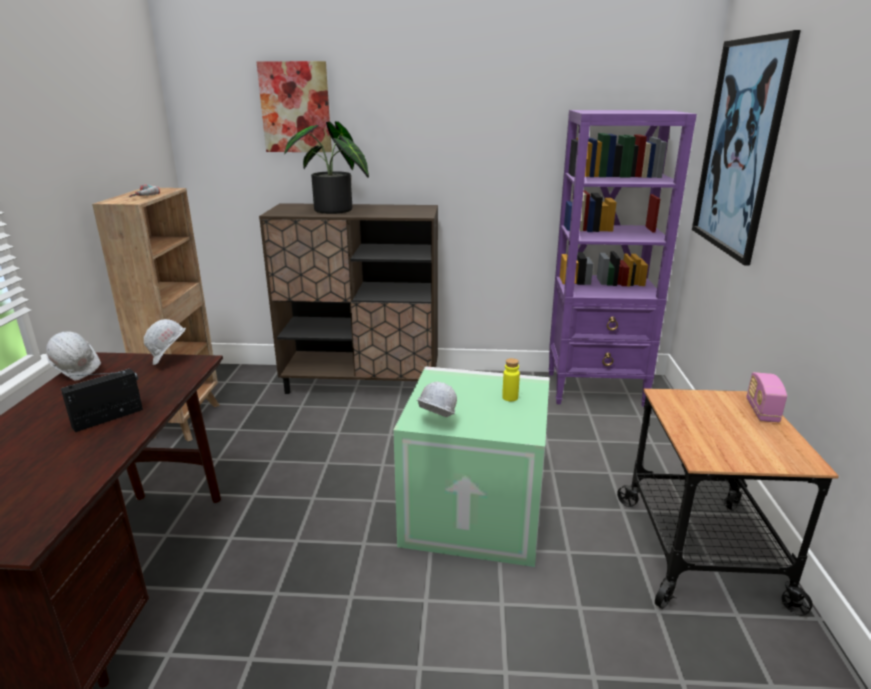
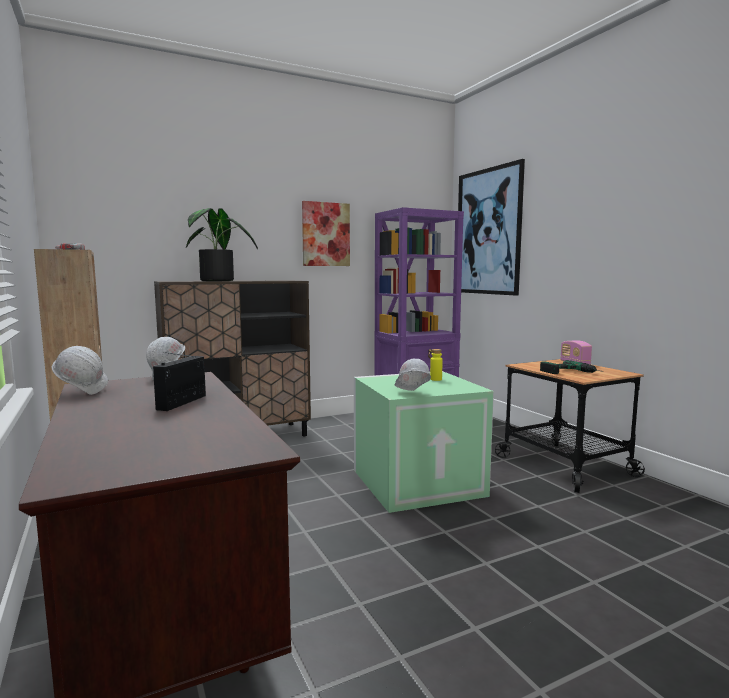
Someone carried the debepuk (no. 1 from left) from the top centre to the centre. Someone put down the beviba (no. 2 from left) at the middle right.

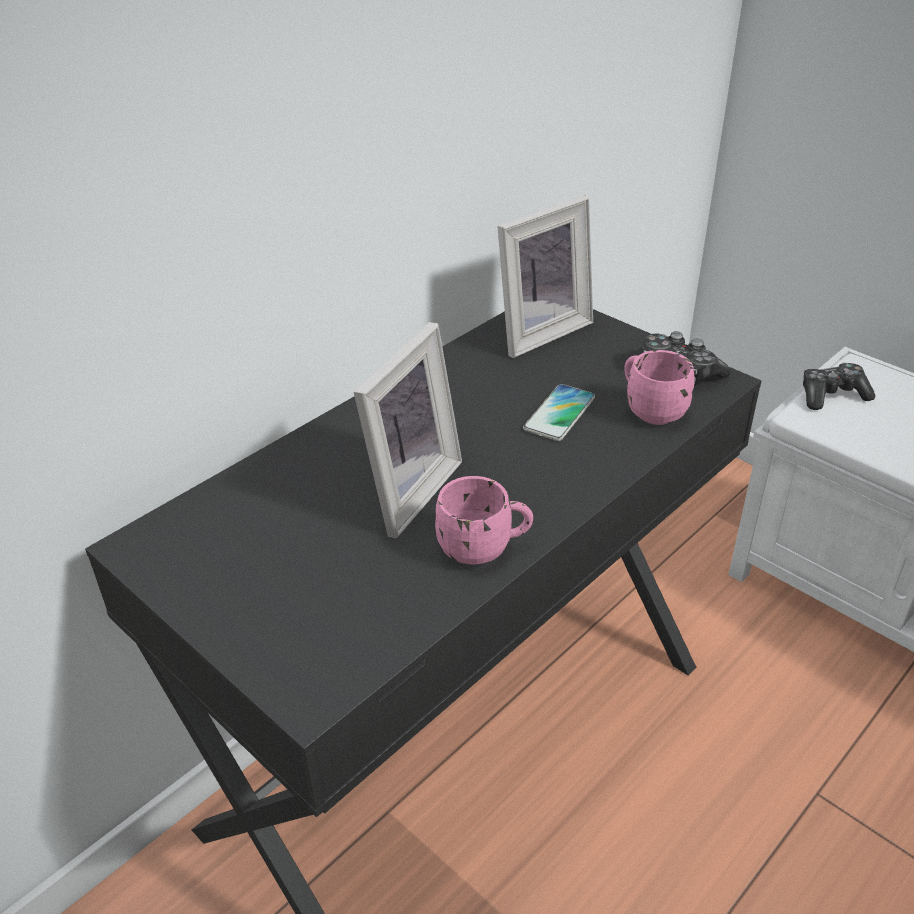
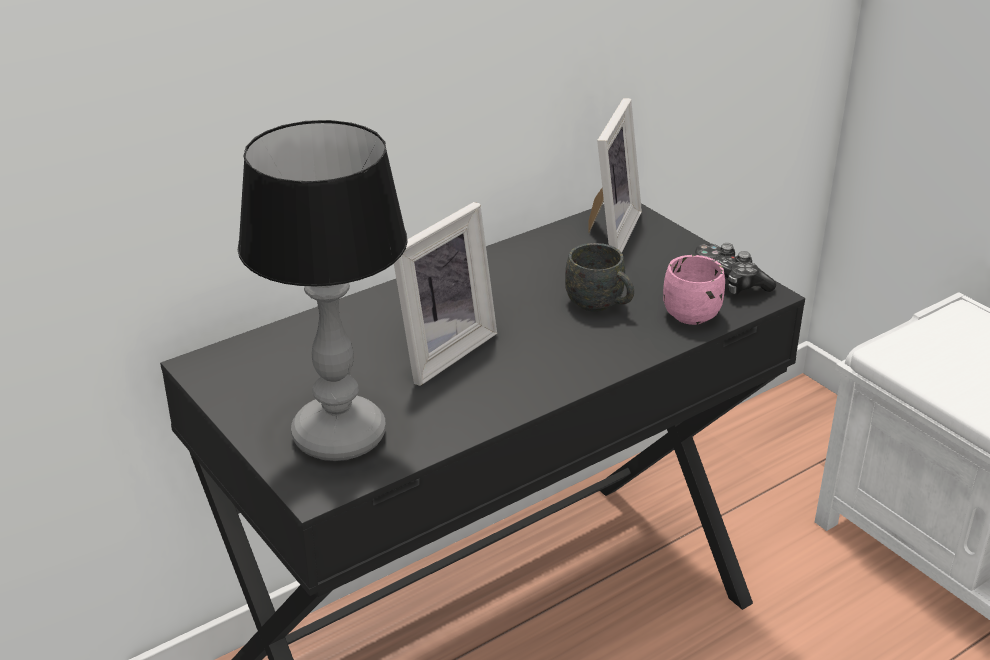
Someone rotated the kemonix (no. 2 from left) at the top centre by 45 degrees counterclockwise. Someone took away the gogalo (no. 2 from left) at the middle right. Someone swapped the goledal at the centre for the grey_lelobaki at the centre. Someone took away the pink_lelobaki (no. 1 from left) at the centre. Someone put down the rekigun at the middle left.

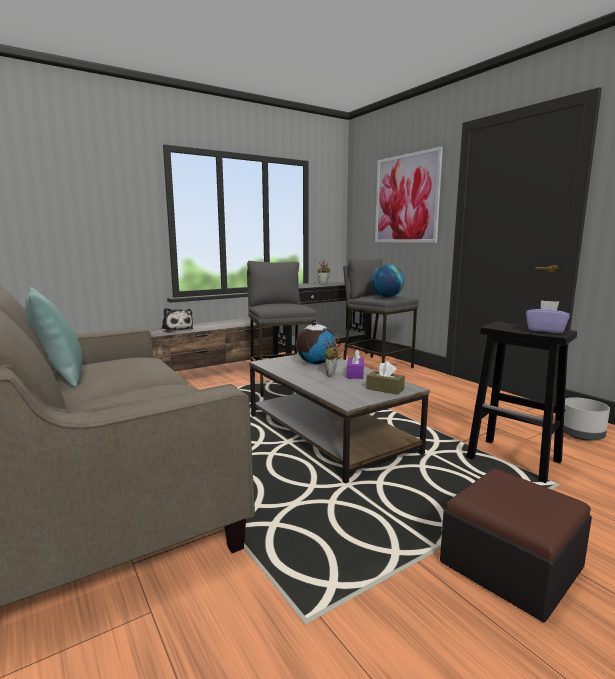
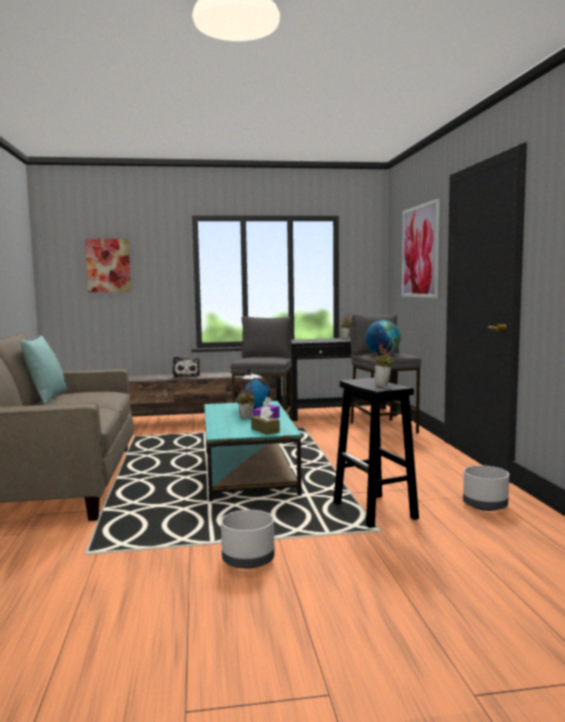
Someone swapped the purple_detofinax (no. 2 from left) at the middle right for the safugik (no. 3 from left) at the middle right. Someone repainted the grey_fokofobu at the centre, which became the turquoise_fokofobu at the centre. Someone swapped the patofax at the bottom right for the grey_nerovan (no. 1 from left) at the bottom centre. Someone put up the debepuk (no. 1 from left) at the middle left.

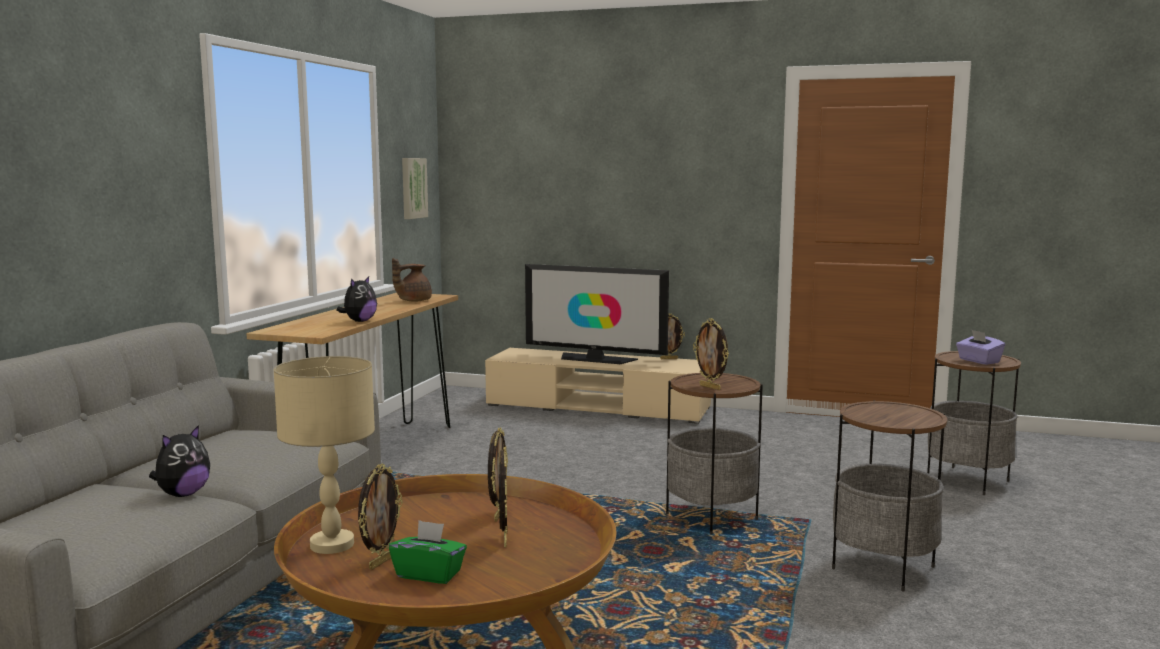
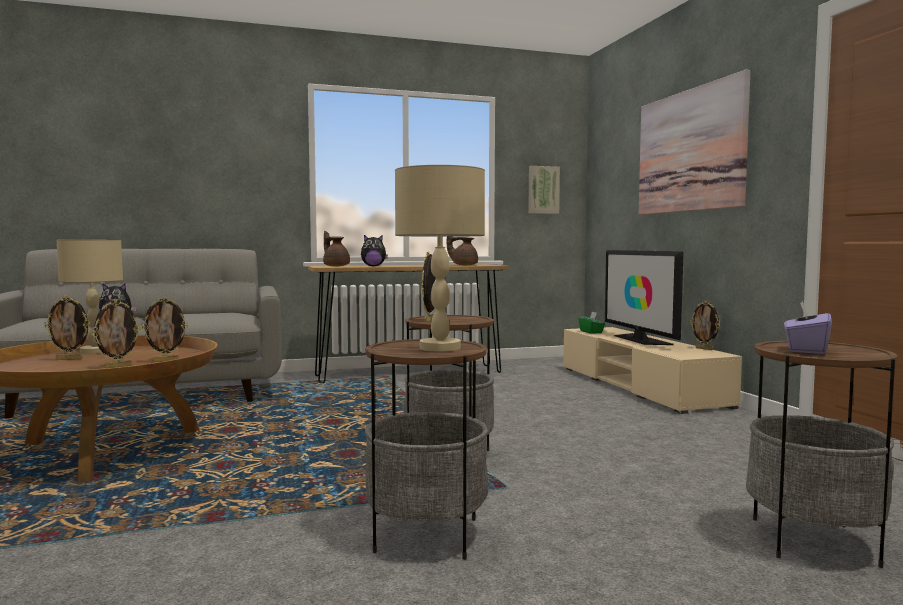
Someone carried the green_detofinax from the bottom centre to the centre. Someone put up the debepuk (no. 2 from left) at the top right. Someone put down the beige_rekigun (no. 2 from left) at the centre. Someone put down the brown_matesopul (no. 1 from left) at the centre.

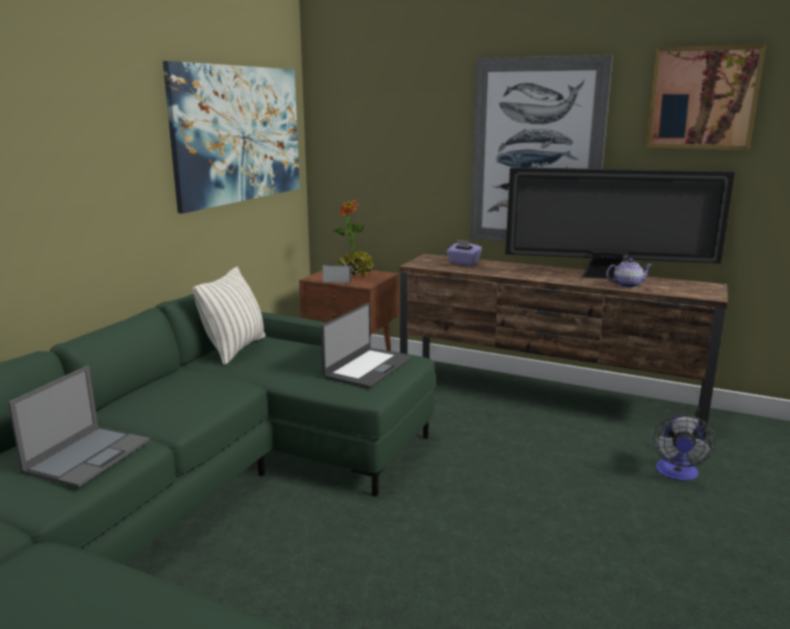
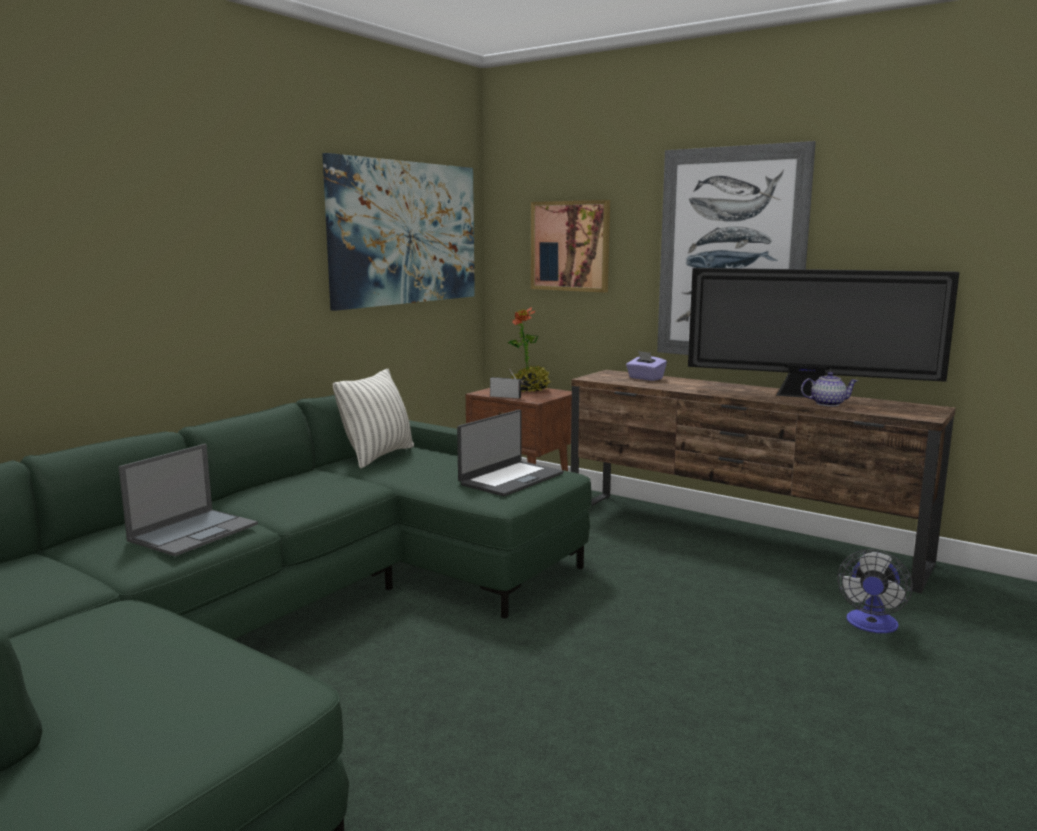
Someone carried the debepuk (no. 3 from left in the first image) from the top right to the top centre.

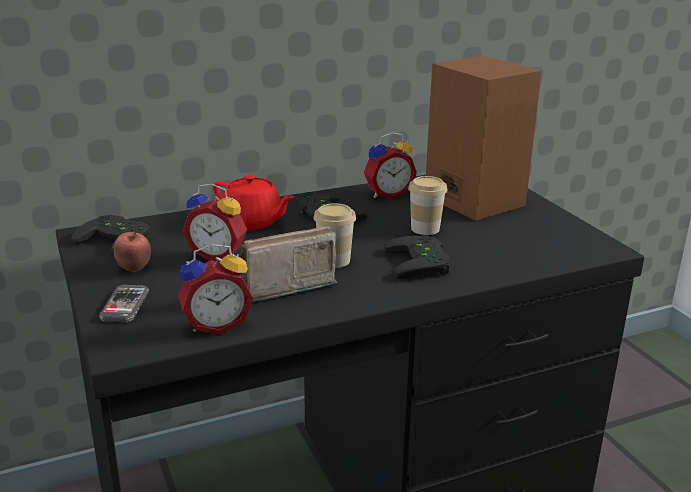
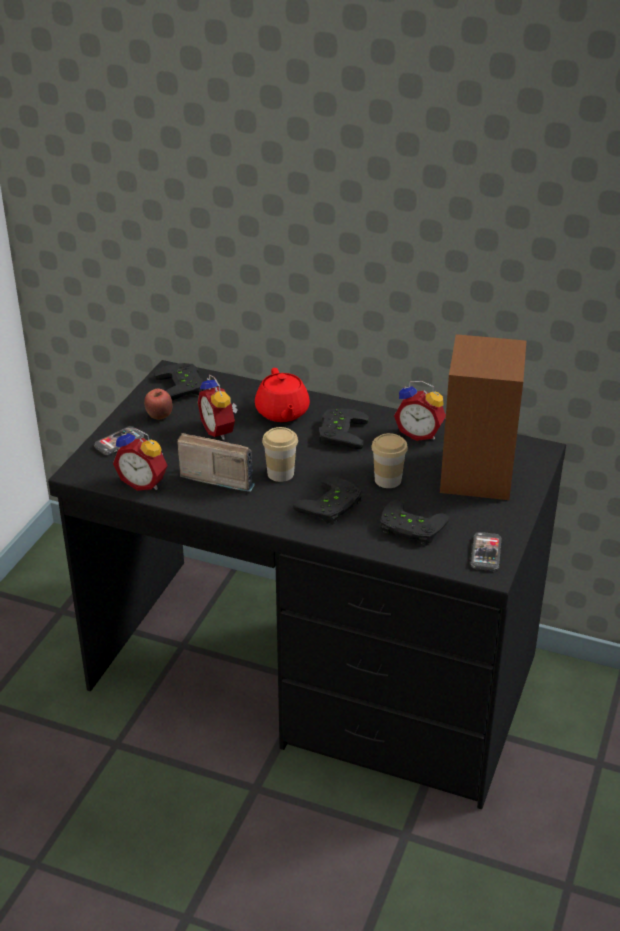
Someone put down the black_gogalo (no. 4 from left) at the middle right. Someone put down the goledal (no. 2 from left) at the middle right.

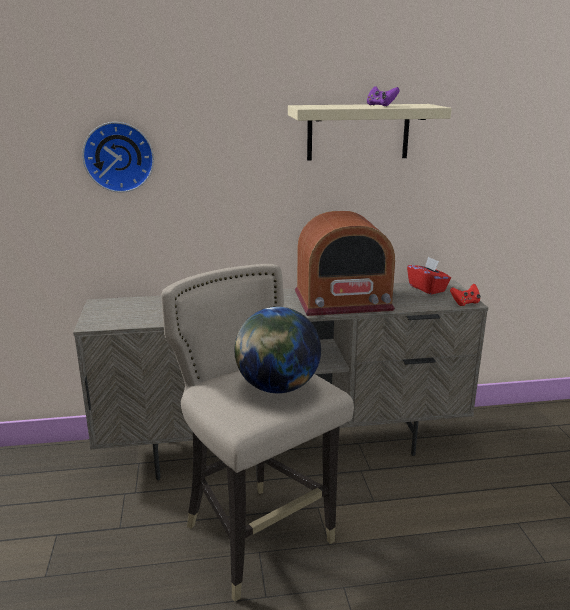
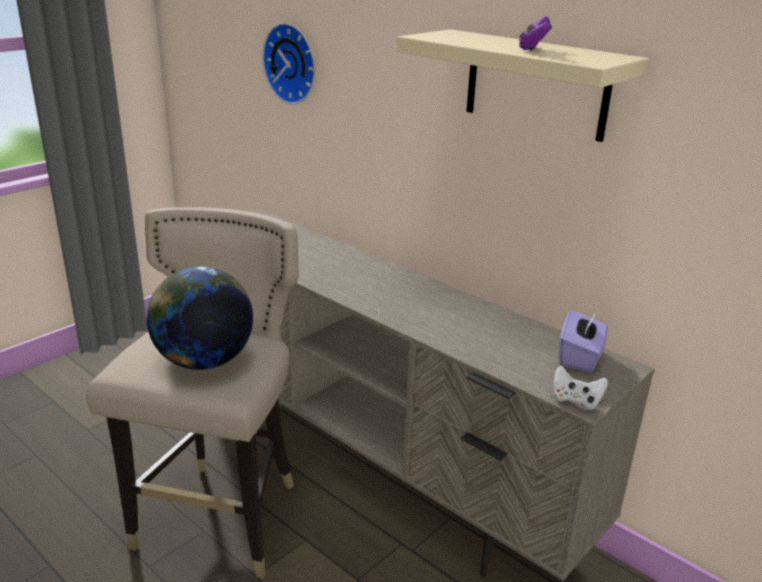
Someone took away the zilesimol at the centre. Someone repainted the red_detofinax at the middle right, which became the purple_detofinax at the middle right. Someone repainted the red_gogalo at the middle right, which became the white_gogalo at the middle right.

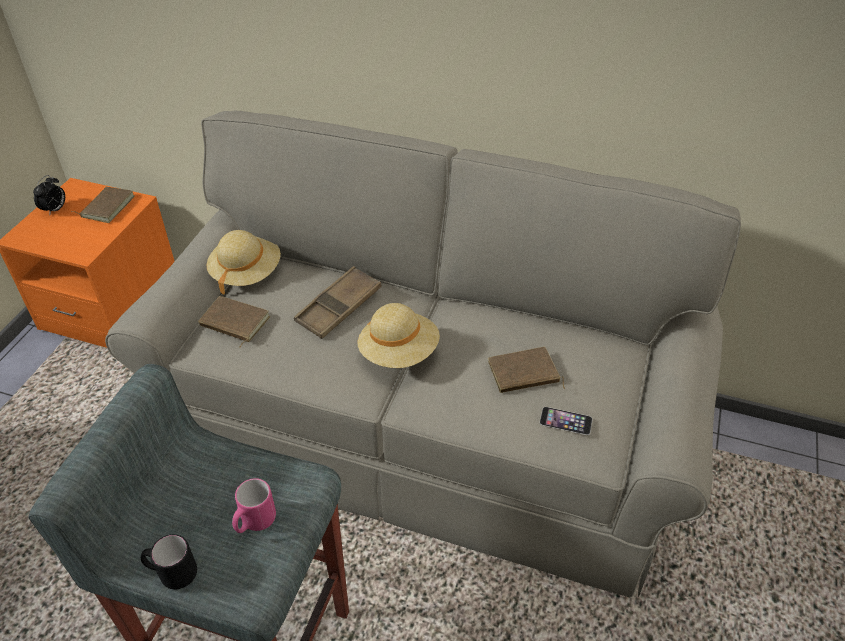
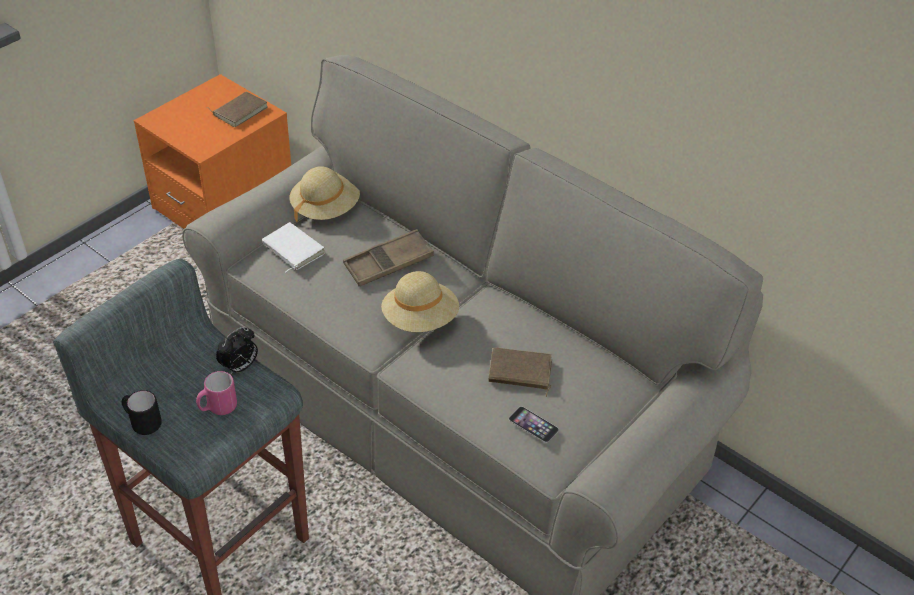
Someone carried the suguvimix from the top left to the middle left. Someone repainted the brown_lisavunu (no. 2 from left) at the middle left, which became the white_lisavunu at the middle left.

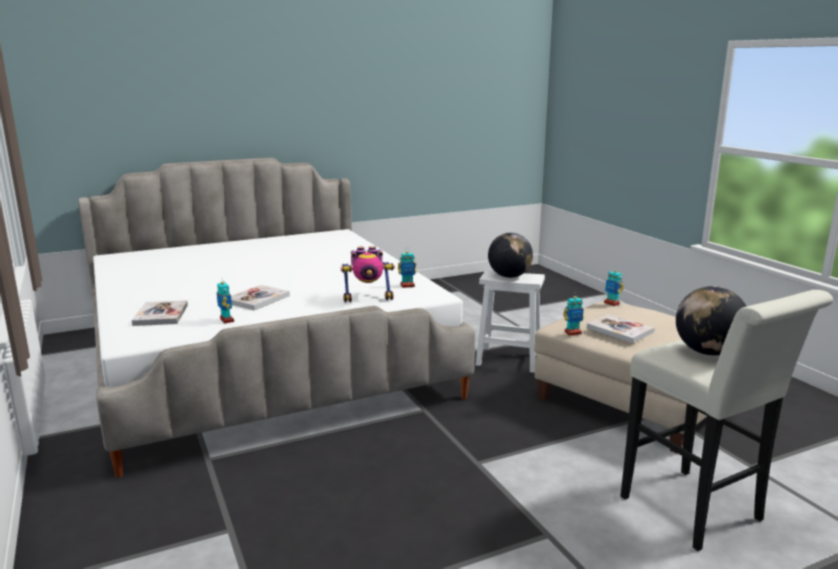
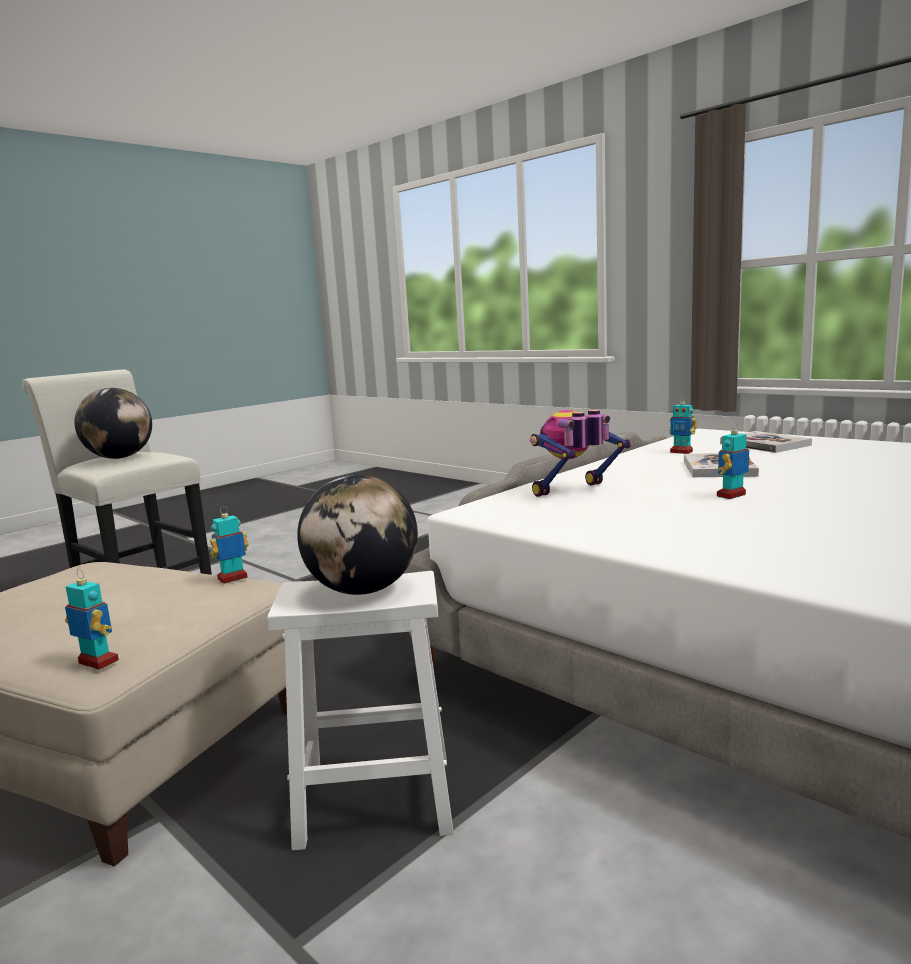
Someone carried the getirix (no. 3 from left in the first image) from the centre to the middle right. Someone took away the lisavunu (no. 3 from left) at the middle right.

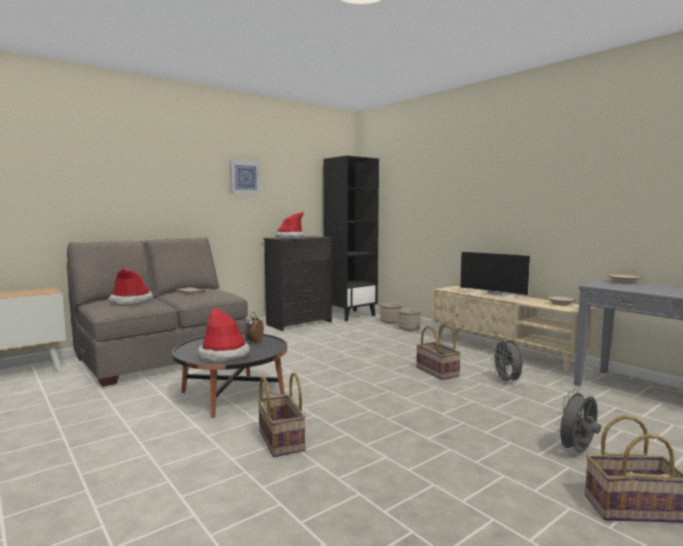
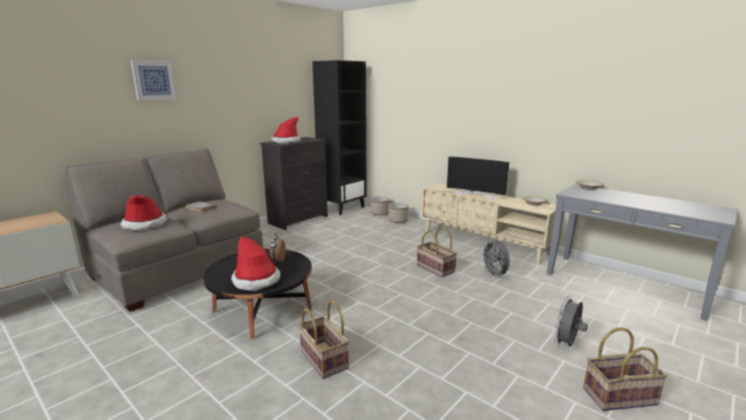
Someone carried the debepuk from the top centre to the top left.

